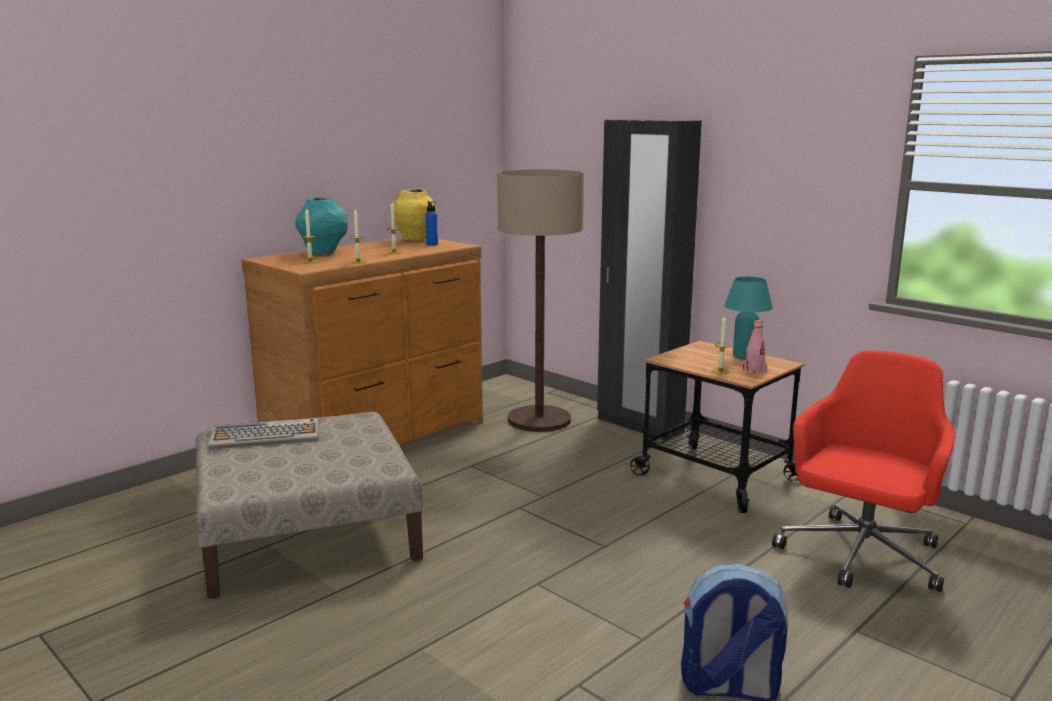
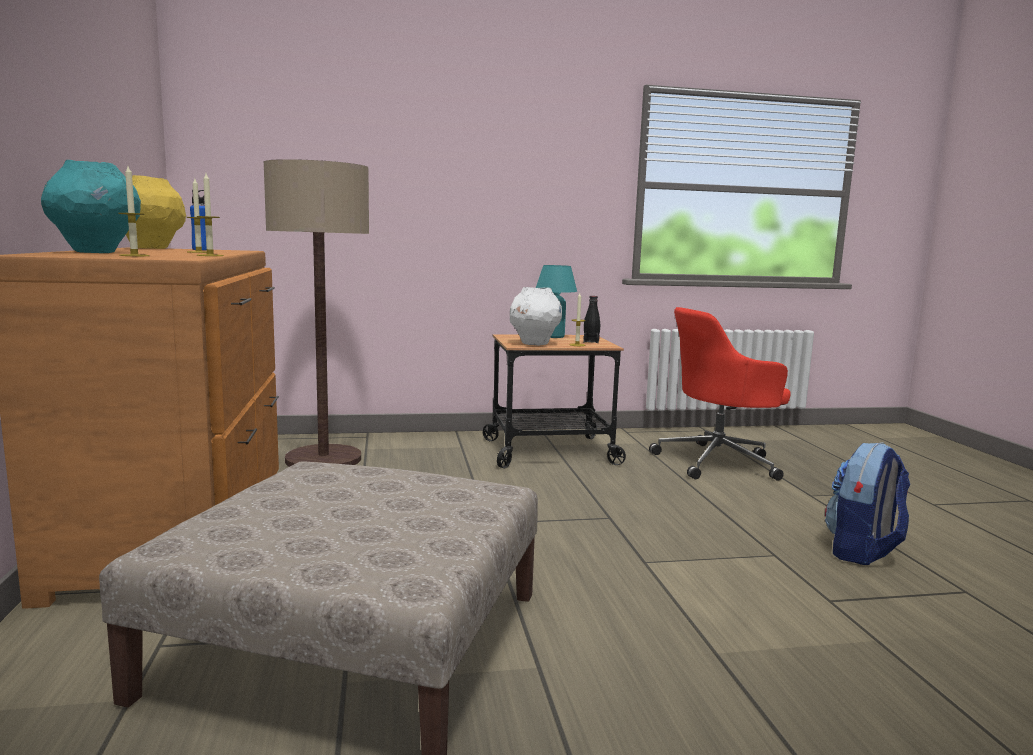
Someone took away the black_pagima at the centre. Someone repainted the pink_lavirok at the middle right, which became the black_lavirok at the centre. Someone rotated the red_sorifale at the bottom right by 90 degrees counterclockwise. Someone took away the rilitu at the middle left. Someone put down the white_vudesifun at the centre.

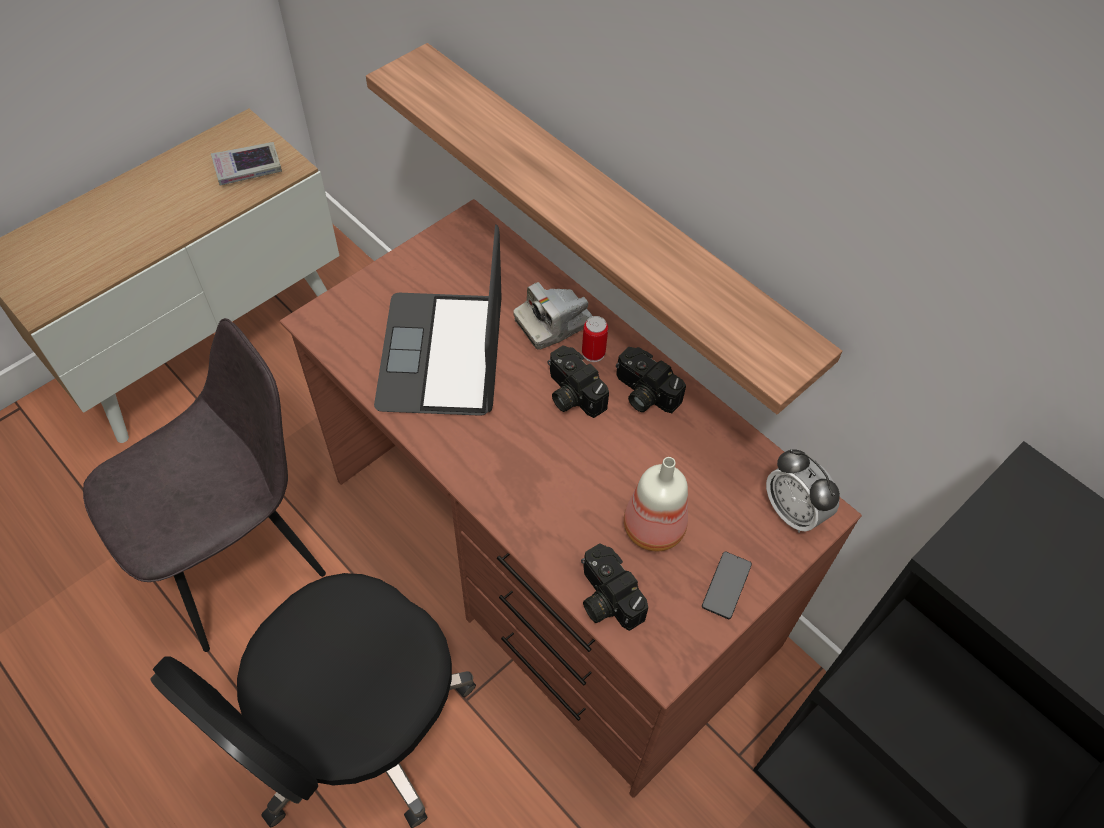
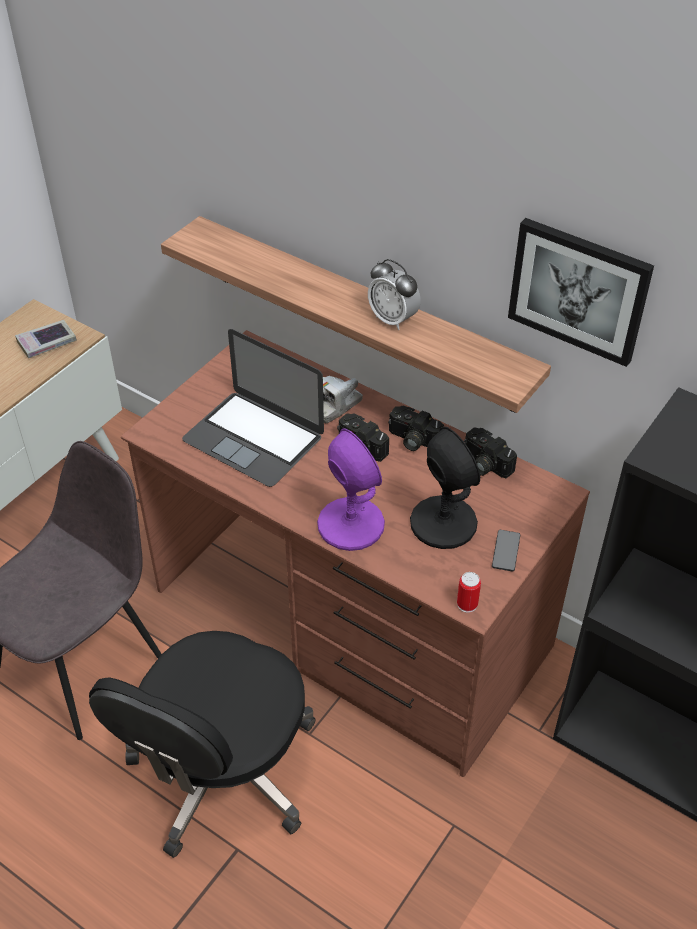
Someone rotated the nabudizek at the centre by 45 degrees counterclockwise. Someone carried the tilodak from the centre to the middle right. Someone carried the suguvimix from the middle right to the top centre. Someone swapped the lavirok at the centre for the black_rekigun at the centre. Someone carried the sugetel (no. 3 from left in the first image) from the bottom centre to the middle right. Someone put up the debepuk at the top right. Someone put down the purple_rekigun at the centre.

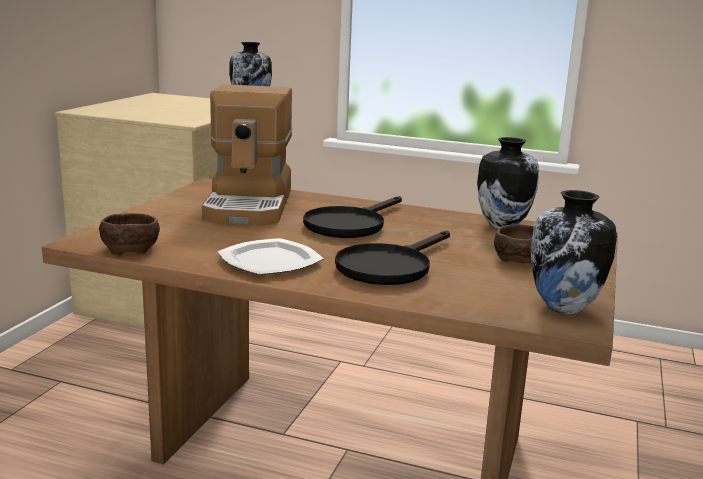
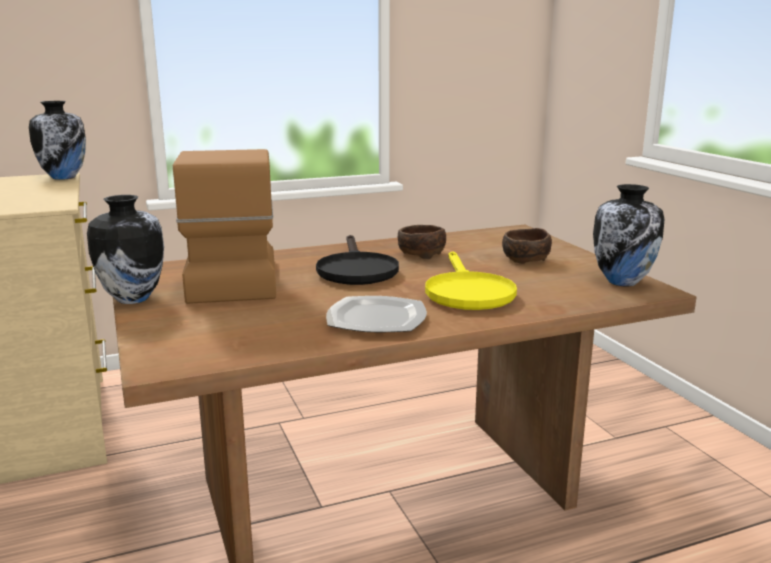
Someone rotated the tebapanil at the top centre by 150 degrees counterclockwise. Someone carried the vudesifun (no. 2 from left) from the middle right to the middle left. Someone carried the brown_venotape (no. 1 from left) from the middle left to the centre. Someone repainted the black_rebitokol (no. 2 from left) at the centre, which became the yellow_rebitokol at the centre.

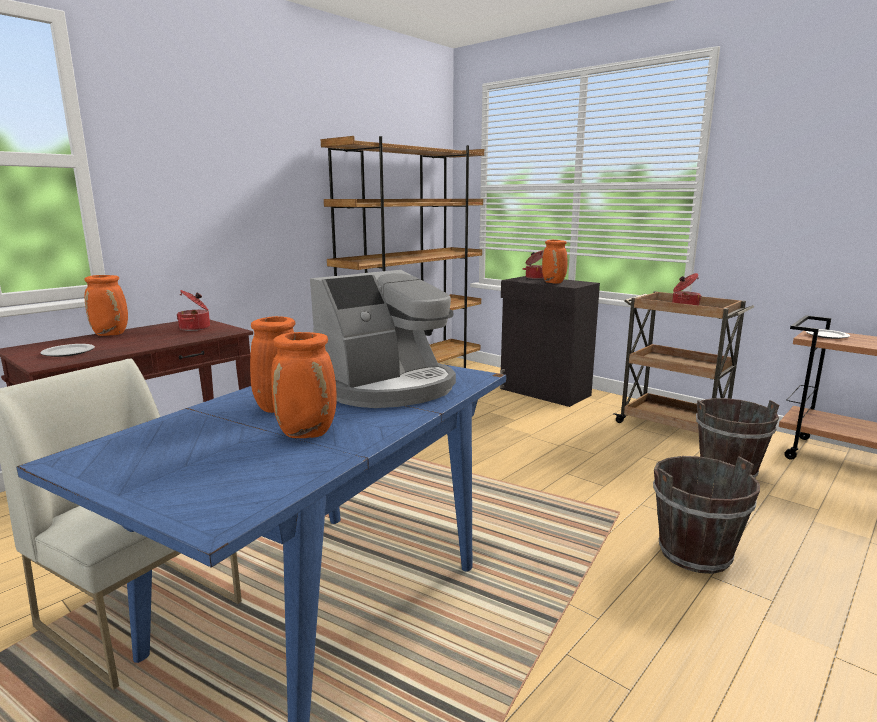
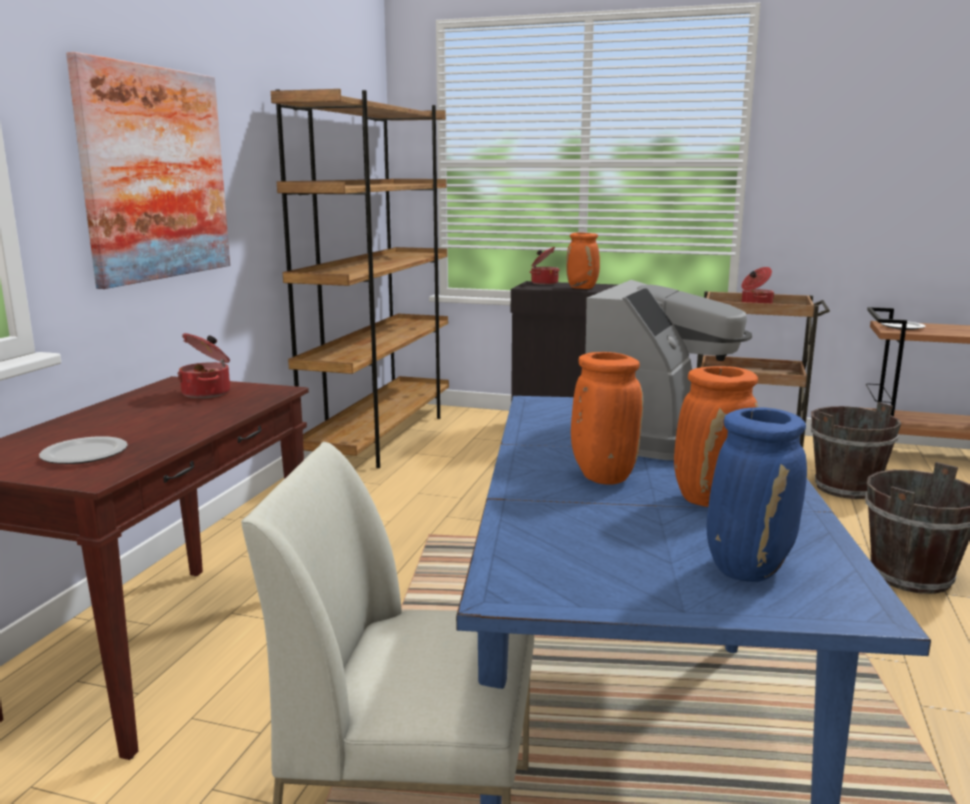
Someone took away the orange_vudesifun (no. 1 from left) at the middle left. Someone put up the debepuk at the top left. Someone put down the blue_vudesifun at the middle right.

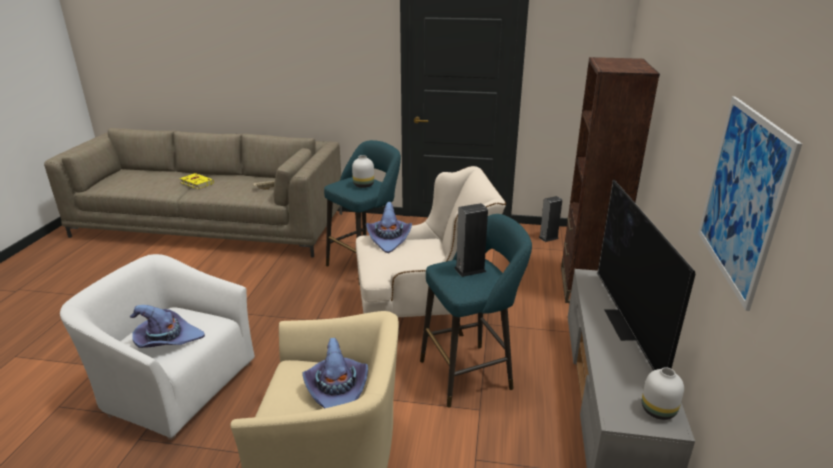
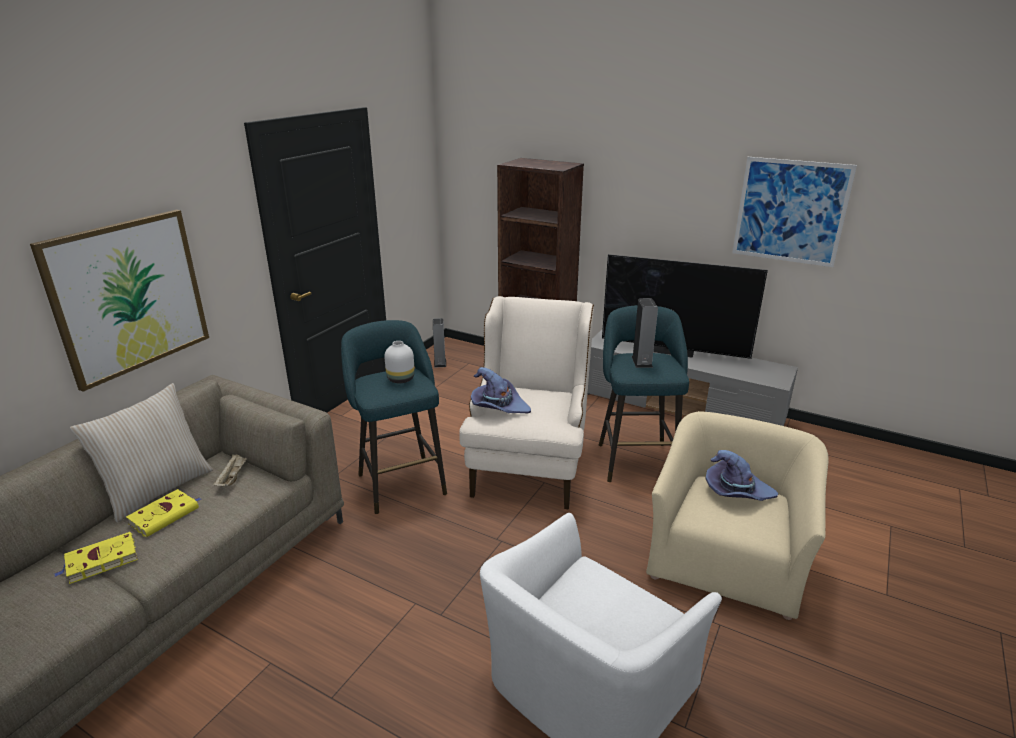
Someone took away the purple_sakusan (no. 1 from left) at the bottom left. Someone took away the white_vudesifun (no. 2 from left) at the bottom right. Someone put up the debepuk (no. 1 from left) at the middle left. Someone put down the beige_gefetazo at the middle left. Someone put down the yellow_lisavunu (no. 2 from left) at the bottom left.

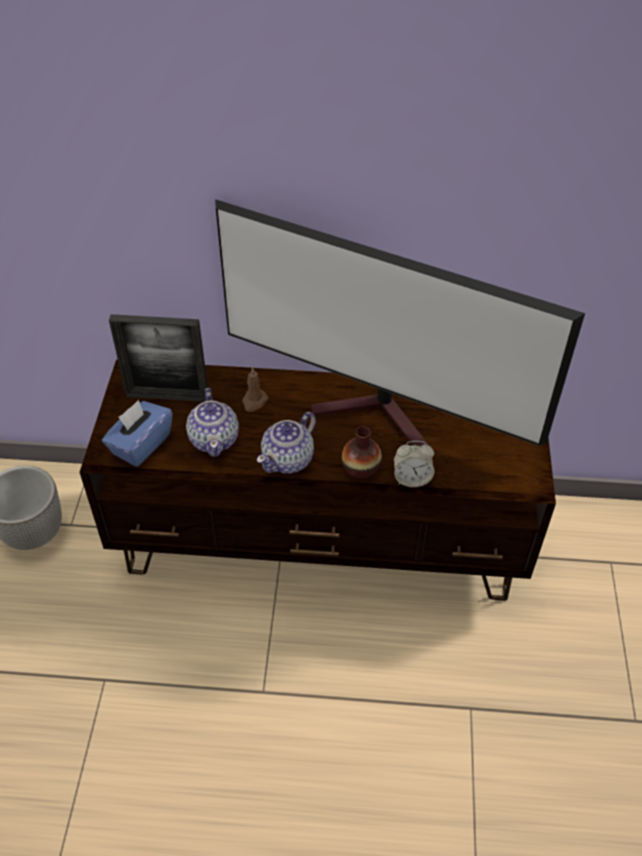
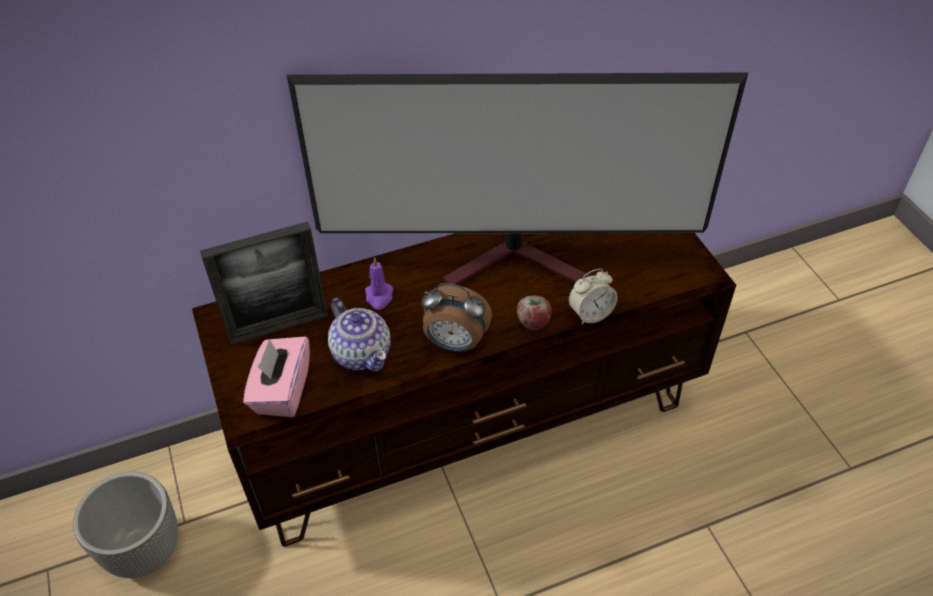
Someone repainted the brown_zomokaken at the centre, which became the purple_zomokaken at the centre. Someone repainted the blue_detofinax at the middle left, which became the pink_detofinax at the middle left. Someone swapped the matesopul (no. 2 from left) at the centre for the suguvimix (no. 1 from left) at the centre. Someone swapped the vudesifun at the centre for the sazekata at the centre.

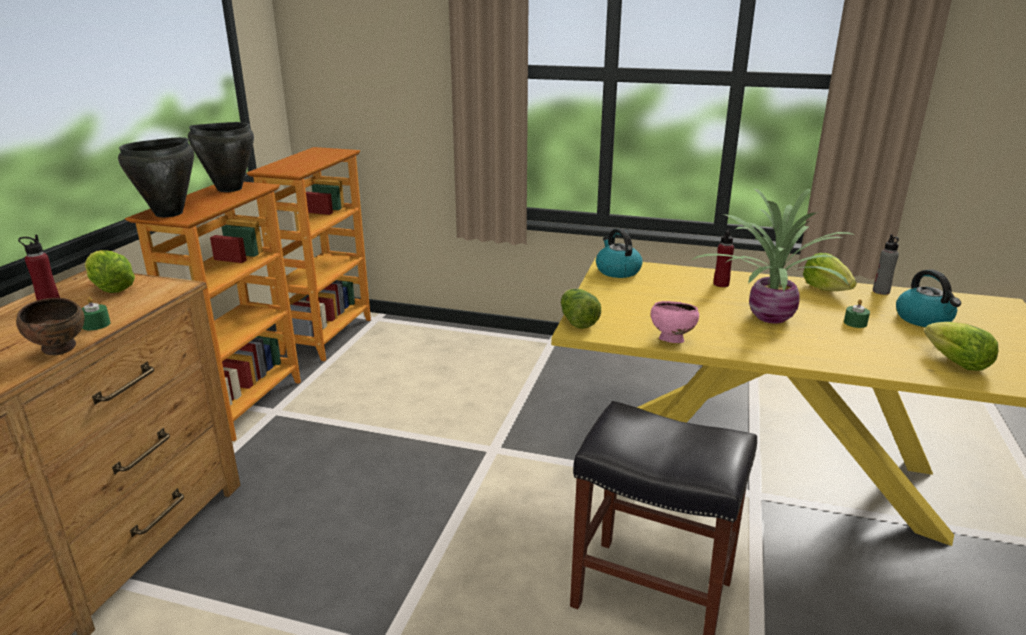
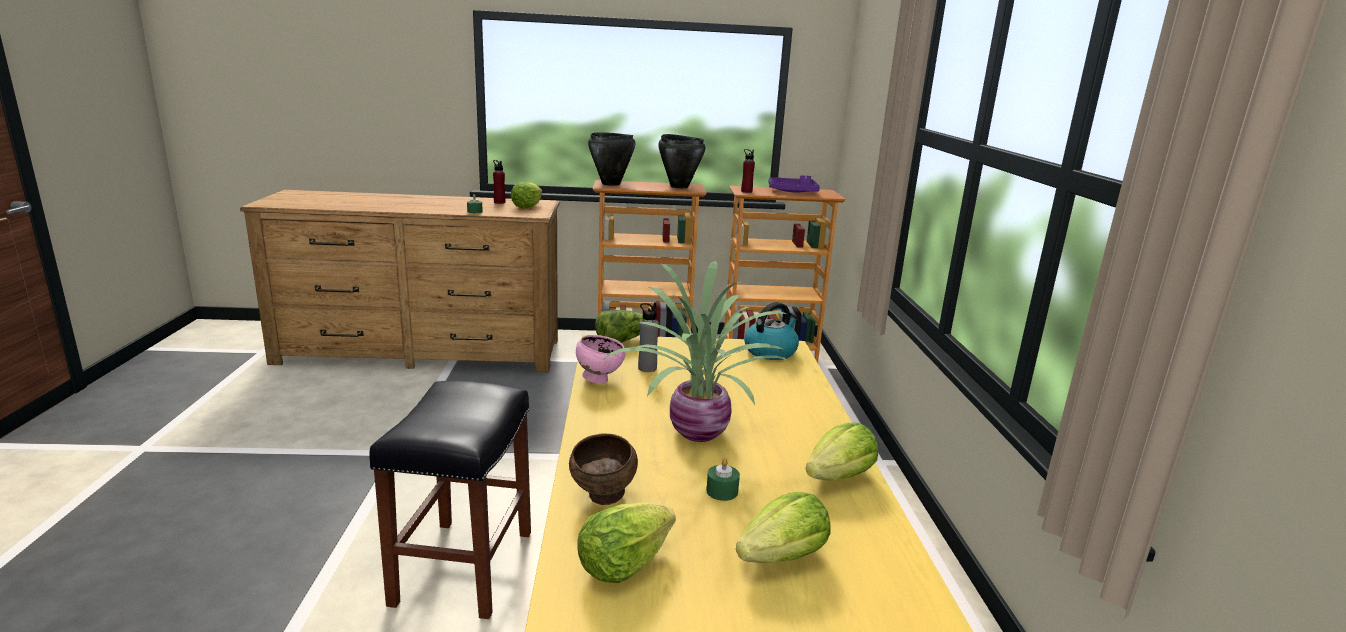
Someone carried the red_lavirok (no. 2 from left) from the middle right to the top centre. Someone carried the grey_lavirok from the middle right to the centre. Someone swapped the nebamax (no. 2 from left) at the middle right for the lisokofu (no. 4 from left) at the bottom centre. Someone carried the brown_venotape from the middle left to the bottom centre. Someone put down the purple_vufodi at the top centre.

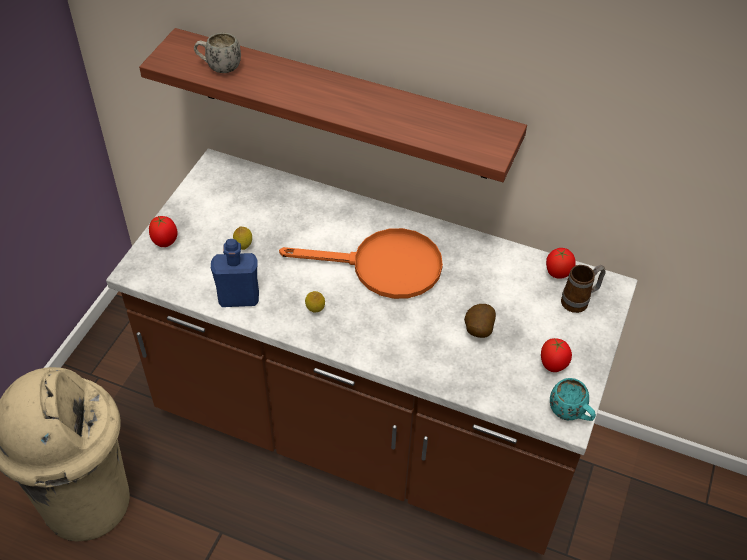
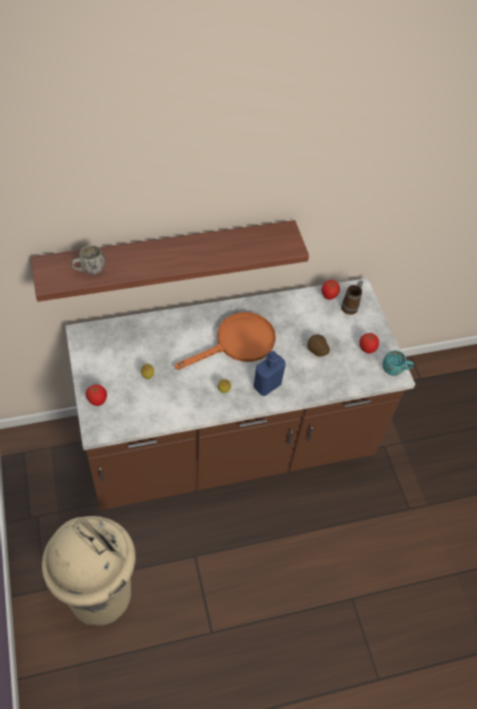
Someone carried the blue_lavirok from the middle left to the centre.

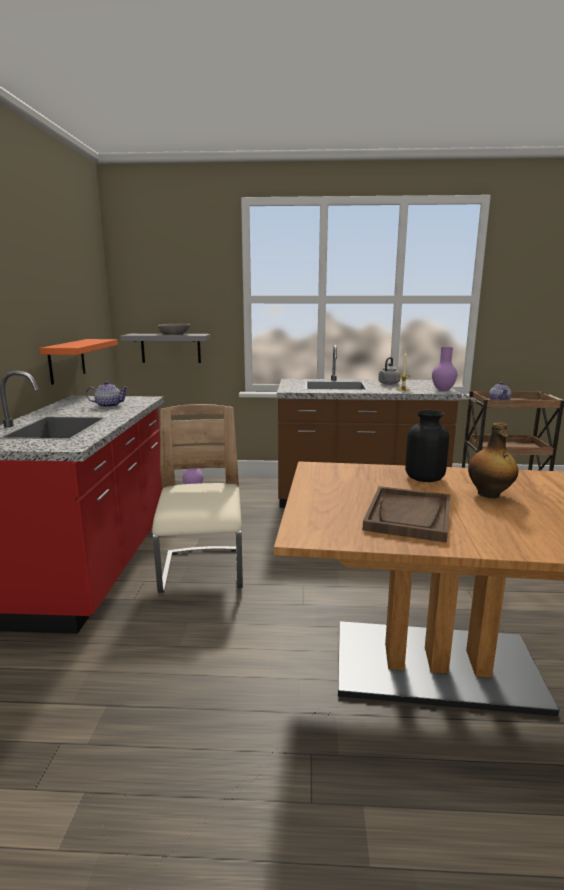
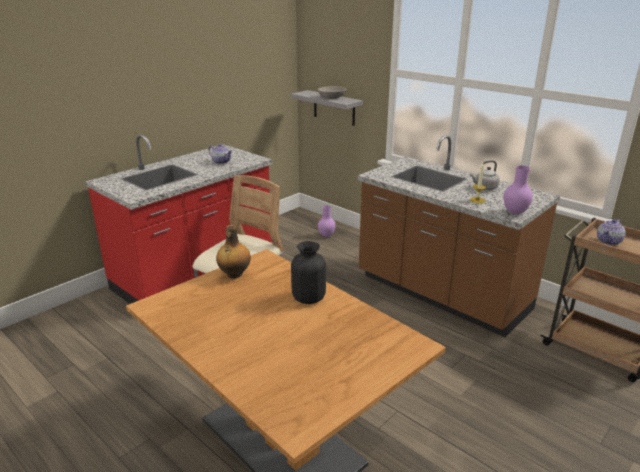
Someone took away the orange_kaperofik at the middle left. Someone carried the lavirok from the middle right to the centre. Someone took away the brown_vufodi at the middle right.

